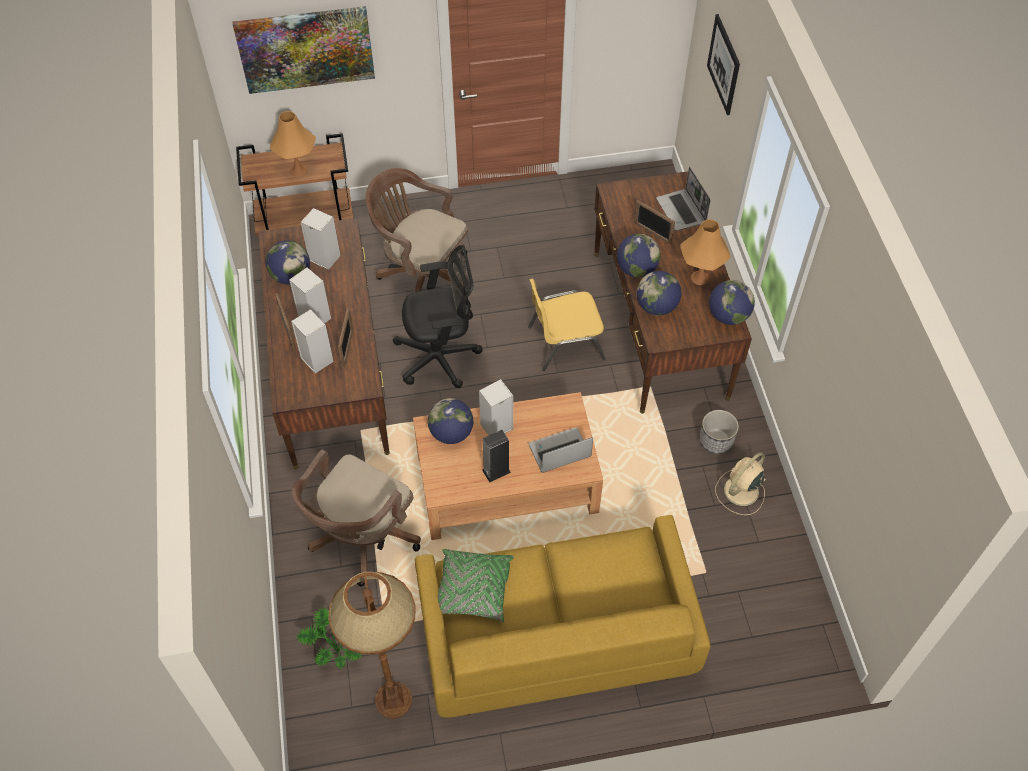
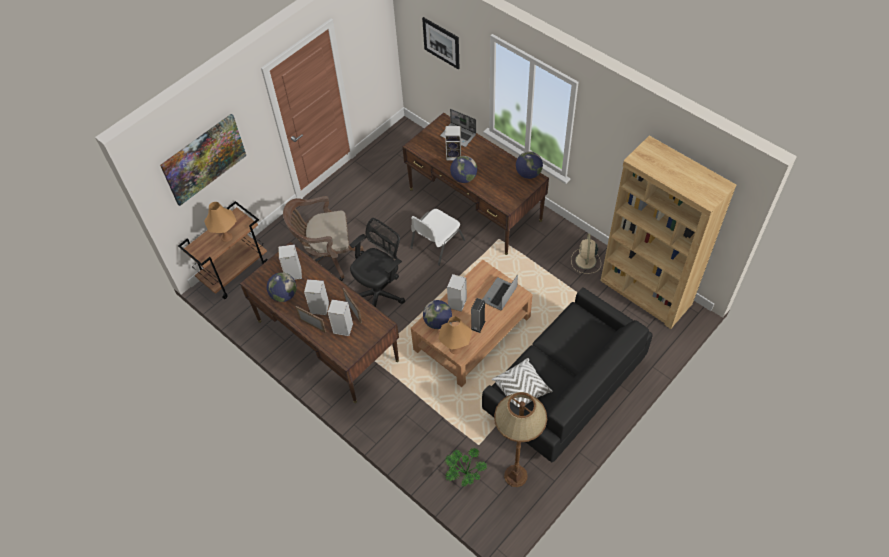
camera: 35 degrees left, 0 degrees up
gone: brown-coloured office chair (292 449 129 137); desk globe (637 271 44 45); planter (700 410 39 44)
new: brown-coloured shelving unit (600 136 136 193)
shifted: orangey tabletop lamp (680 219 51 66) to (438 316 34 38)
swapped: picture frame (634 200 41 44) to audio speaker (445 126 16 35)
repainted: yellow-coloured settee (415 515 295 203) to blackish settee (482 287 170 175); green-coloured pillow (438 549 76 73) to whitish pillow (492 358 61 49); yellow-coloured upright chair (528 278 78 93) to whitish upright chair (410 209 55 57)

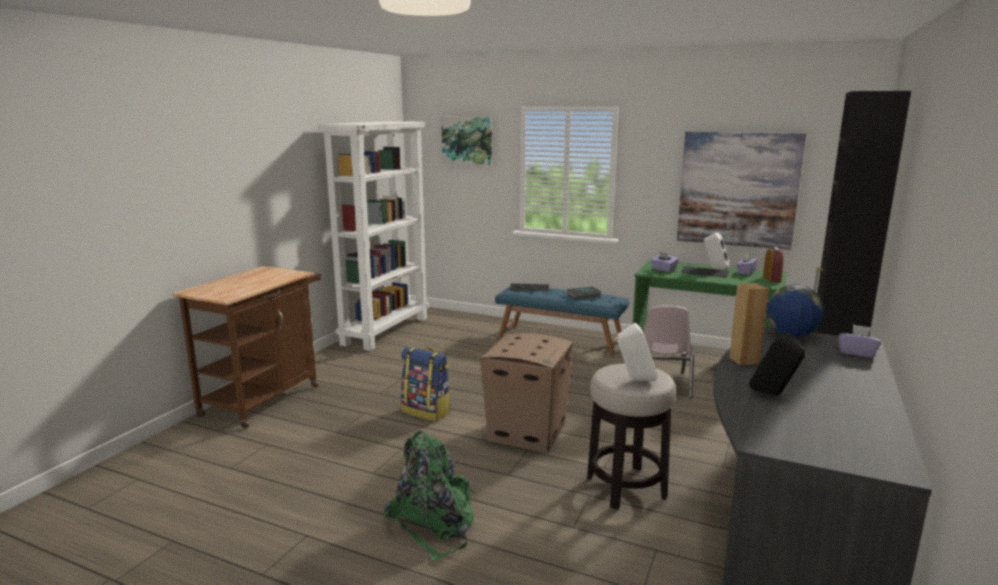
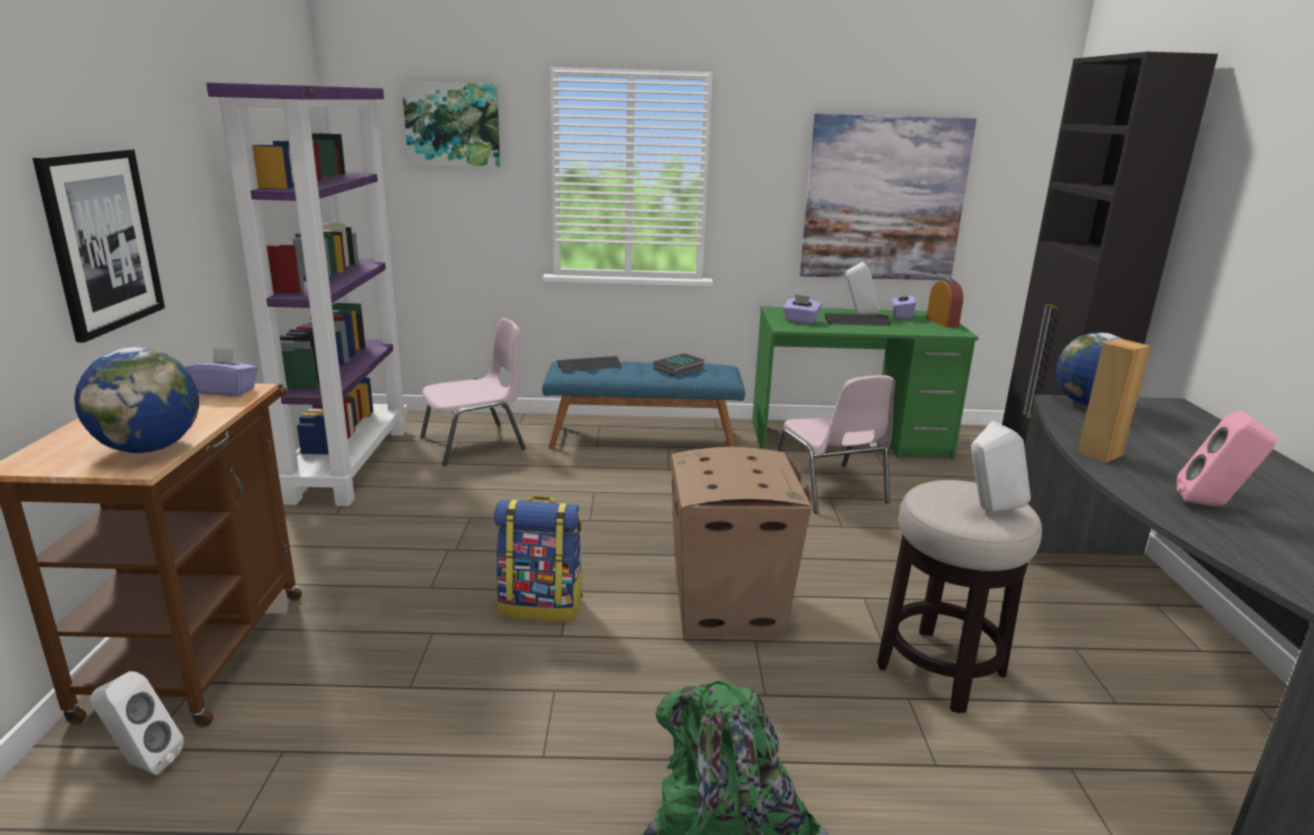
camera: 25 degrees left, 5 degrees up
new: picture (33 149 132 193); desk globe (74 347 125 106); whitish audio speaker (90 671 94 104); pink upright chair (421 318 105 148)
shifted: purple tissue box (839 324 41 34) to (186 347 72 49)
repainted: whitish shelving unit (318 121 111 230) to purple shelving unit (206 82 202 424); blackish audio speaker (749 332 57 64) to pink audio speaker (1177 411 100 96)

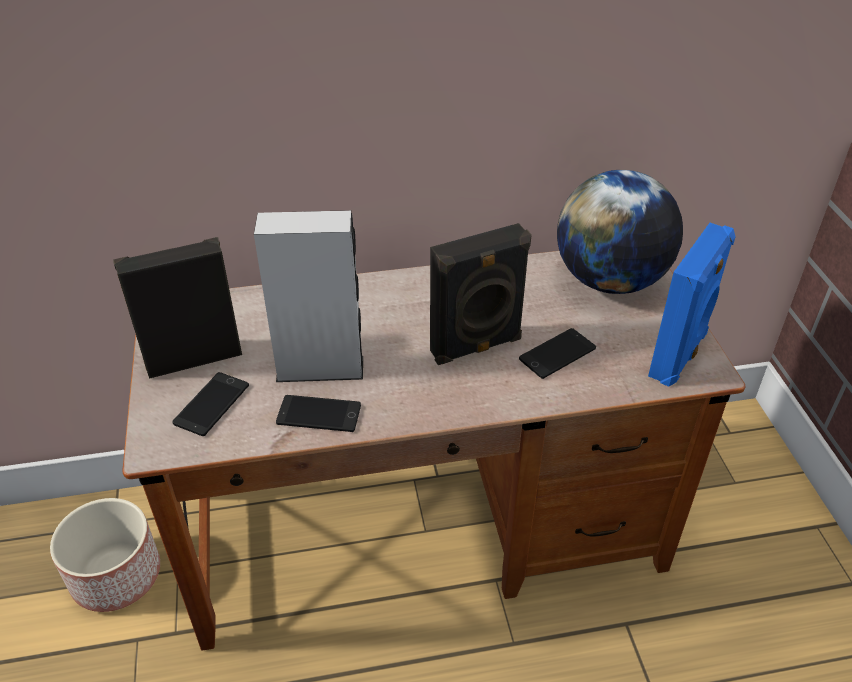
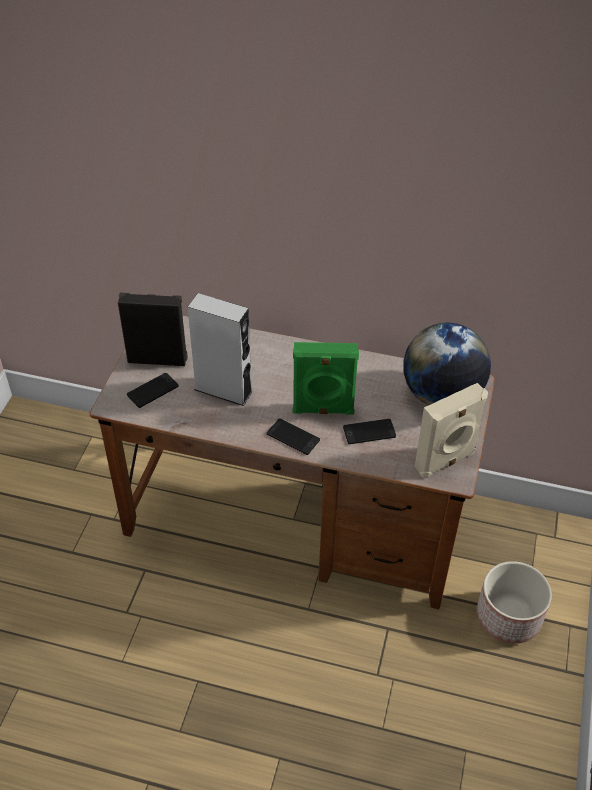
camera: 25 degrees right, 5 degrees up
shifted: planter (50 498 110 114) to (477 561 75 83); phone (276 395 85 37) to (266 418 54 37)
repainted: blackish audio speaker (430 223 102 142) to green-coloured audio speaker (292 342 67 73); bluish audio speaker (648 223 88 164) to beige-coloured audio speaker (415 383 73 95)

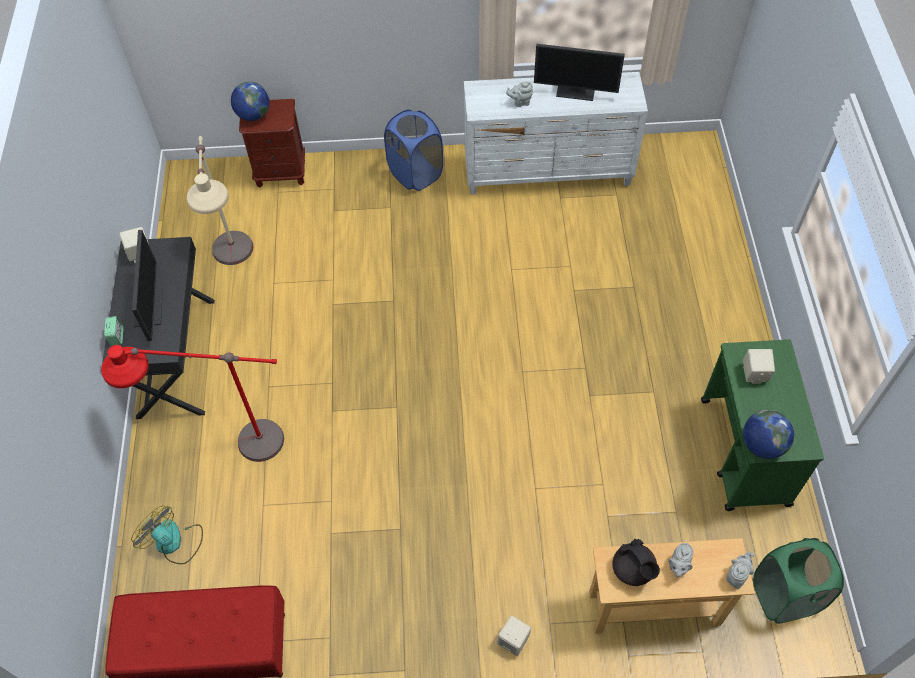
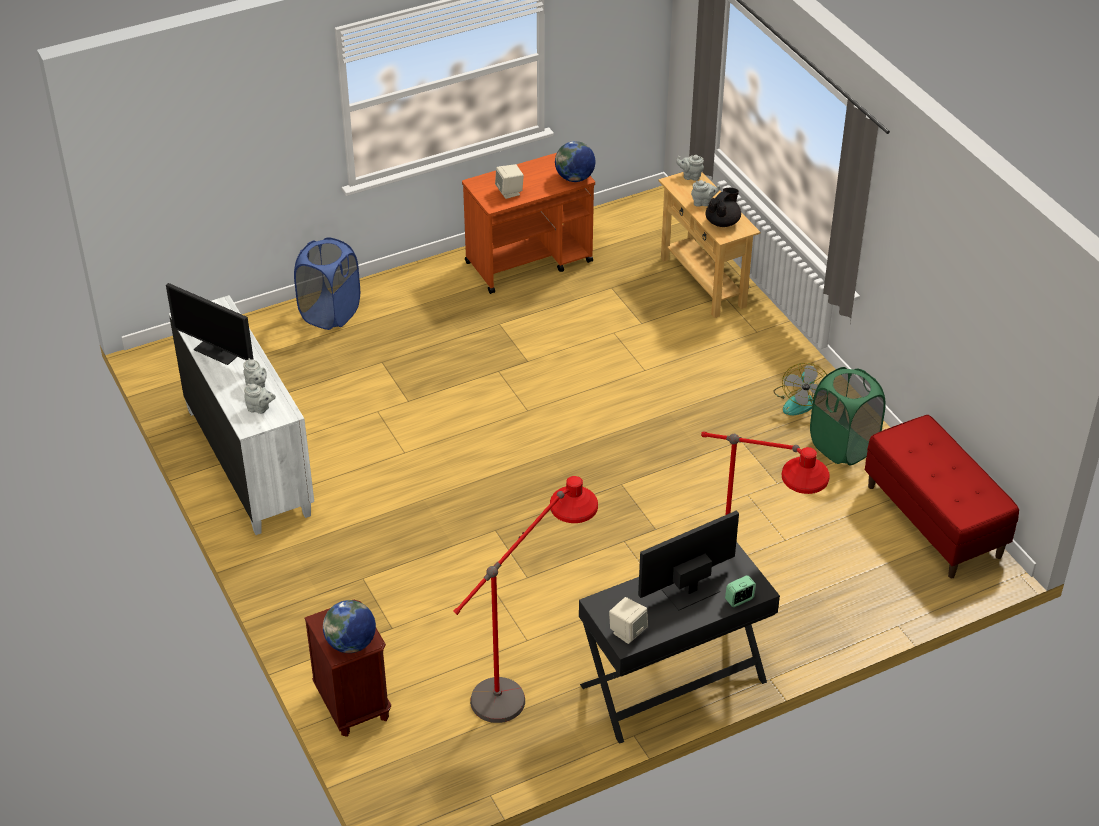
camera: 115 degrees left, 15 degrees down
gone: beige-coloured audio speaker (497 616 34 40)
new: greyish tea pot (244 384 32 30)
shifted: electric fan (131 505 72 59) to (773 363 54 52); bluish hamper (384 110 59 81) to (294 238 66 92); green-coloured hamper (753 538 91 86) to (810 367 76 99)
repainted: beige-coloured floor lamp (187 136 66 129) to red floor lamp (453 476 145 247); green-coloured wheeled cart (701 339 123 172) to orangey wheeled cart (462 153 133 141)
rotated: computer display (534 44 91 57) = (166 283 88 82) 135 degrees clockwise

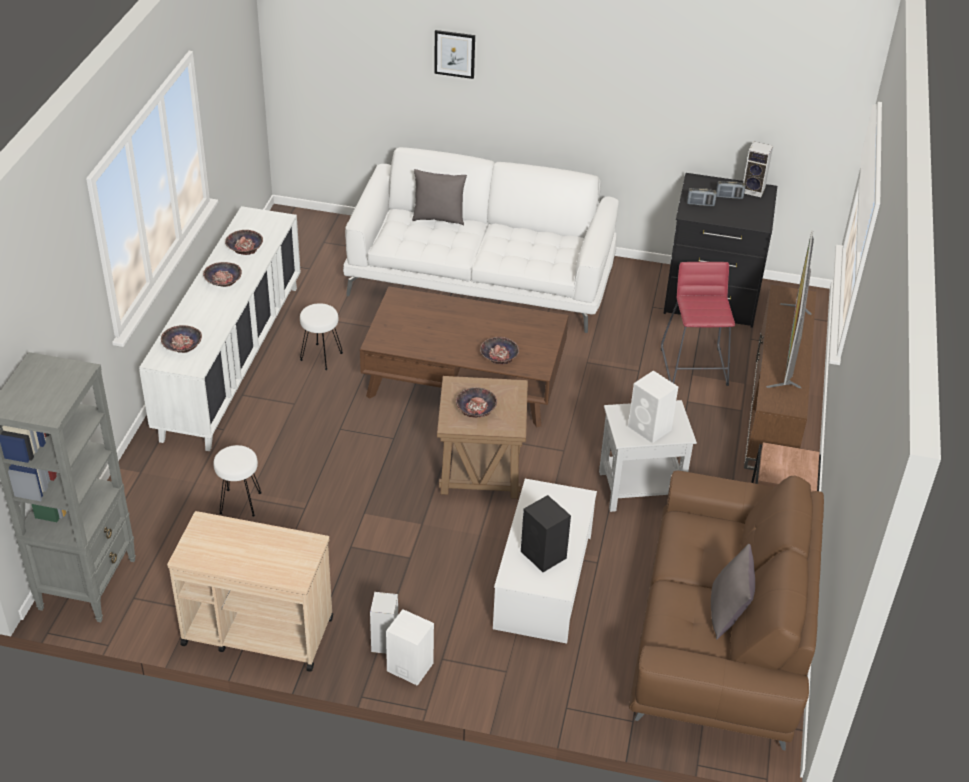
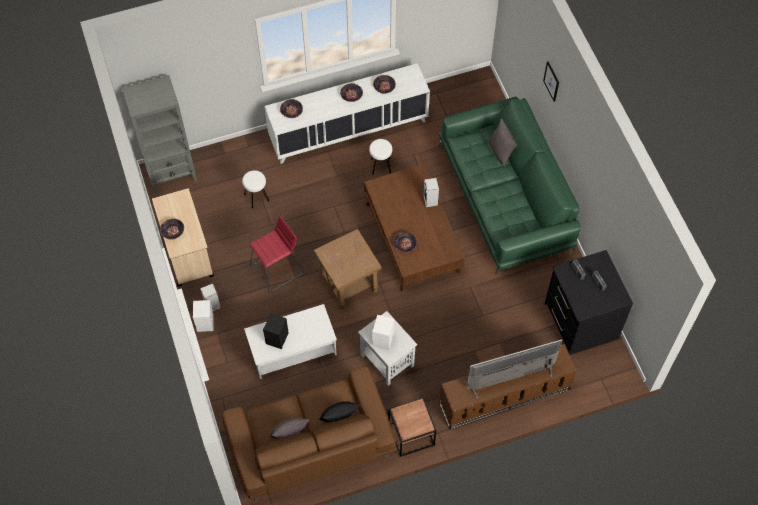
camera: 60 degrees right, 20 degrees up
new: blackish pillow (319 401 41 21)
shifted: serving bowl (456 387 41 31) to (160 218 24 21); red stool seat (661 262 74 124) to (249 216 55 76); audio speaker (743 141 30 56) to (423 178 16 29)
repainted: whitish settee (343 147 276 186) to green-coloured settee (438 97 143 178)

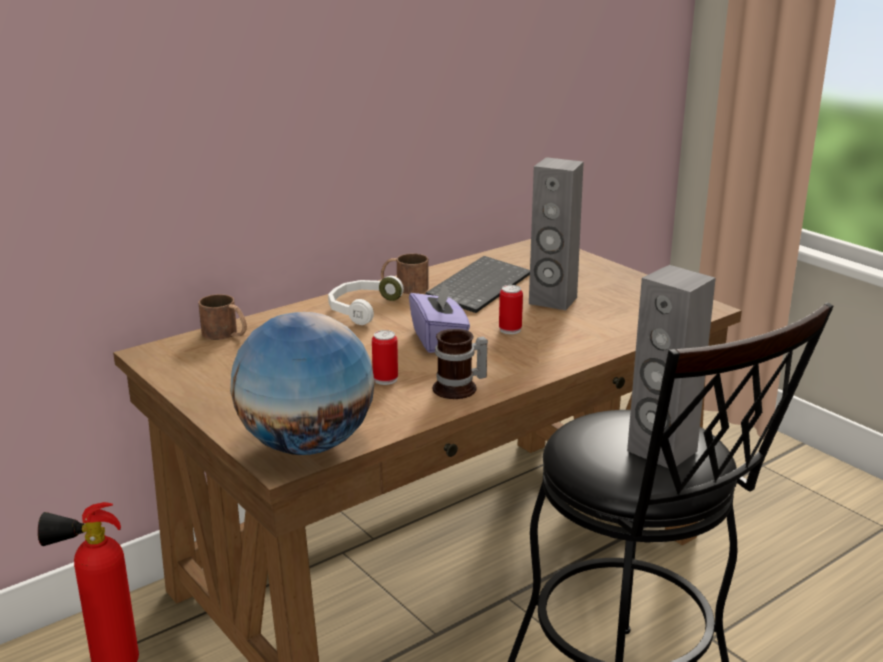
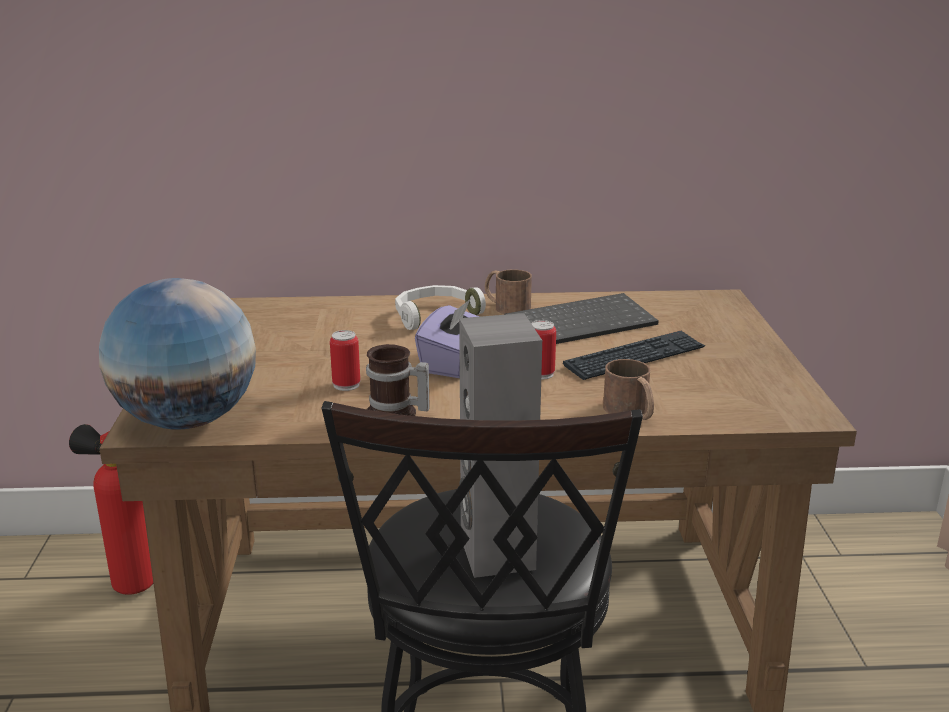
camera: 35 degrees right, 0 degrees up
shifted: brown-coloured coffee mug (198 294 49 46) to (603 359 51 61)
swapped: greyish audio speaker (529 157 55 153) to PC keyboard (563 331 142 49)

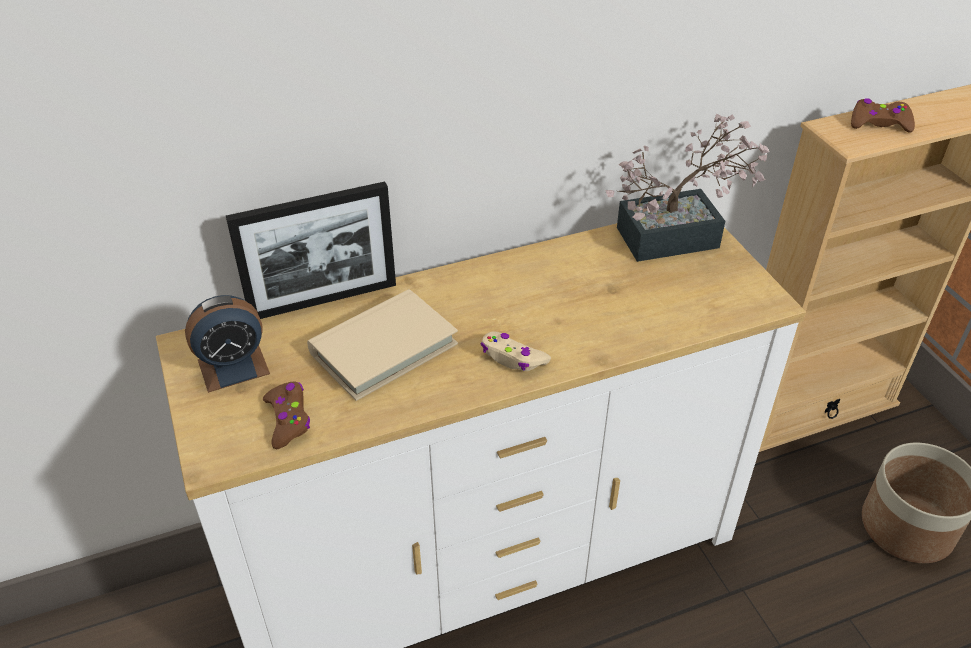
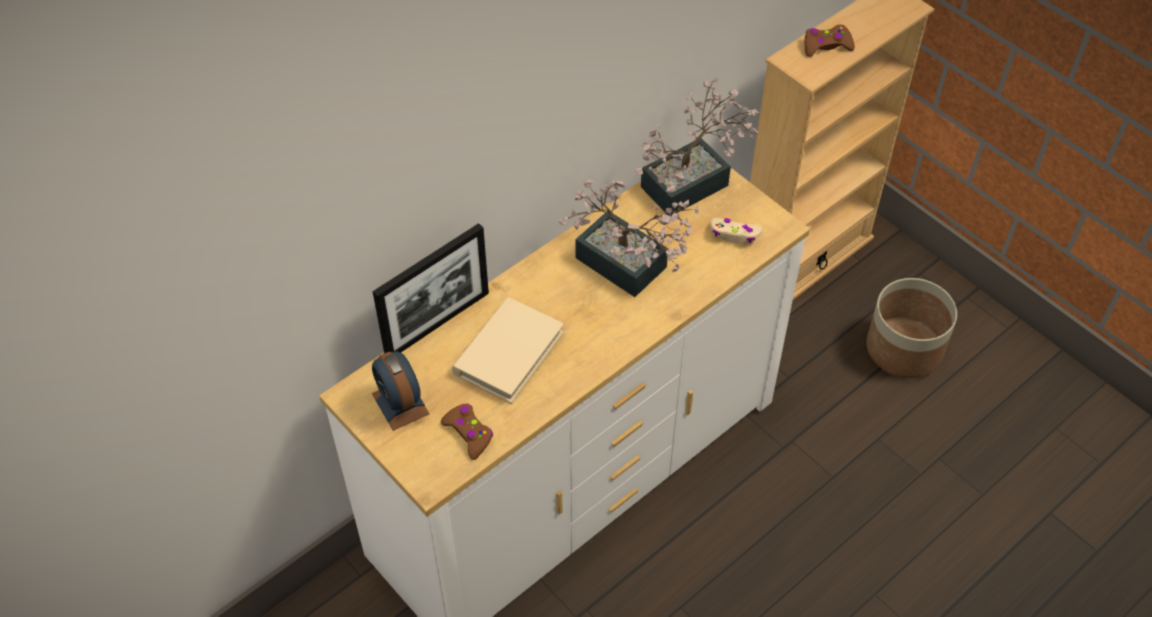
camera: 20 degrees left, 10 degrees up
new: plant in a pot (559 179 140 118)
shifted: beige-coloured game controller (481 332 70 39) to (710 218 53 26)
rotated: alarm clock (185 295 85 98) = (372 351 57 80) 105 degrees clockwise

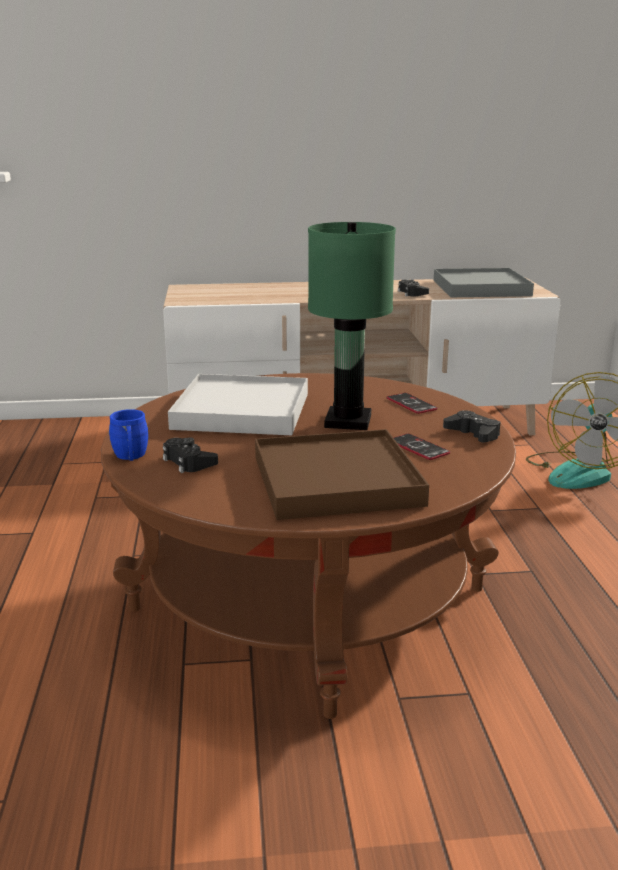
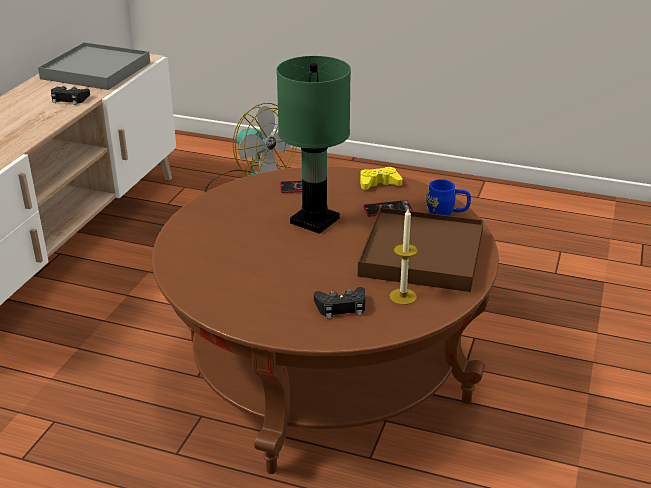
camera: 65 degrees left, 10 degrees up
gone: whitish carrying tray (168 374 140 61)
new: wax candle (390 209 28 96)
shifted: bluish coffee mug (109 409 39 52) to (426 179 45 37)
repainted: blackish game controller (443 410 57 32) to yellow-coloured game controller (360 167 43 23)

